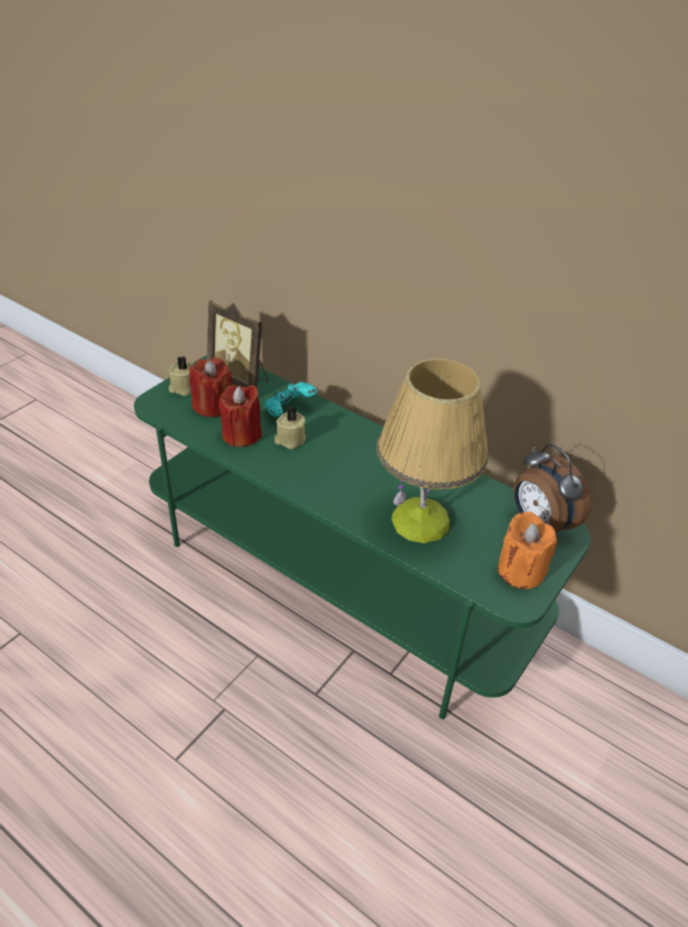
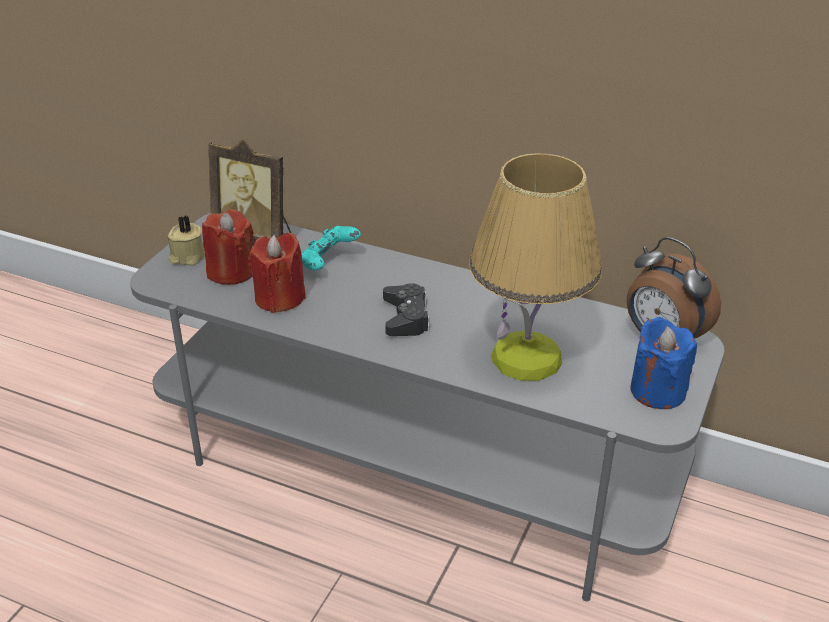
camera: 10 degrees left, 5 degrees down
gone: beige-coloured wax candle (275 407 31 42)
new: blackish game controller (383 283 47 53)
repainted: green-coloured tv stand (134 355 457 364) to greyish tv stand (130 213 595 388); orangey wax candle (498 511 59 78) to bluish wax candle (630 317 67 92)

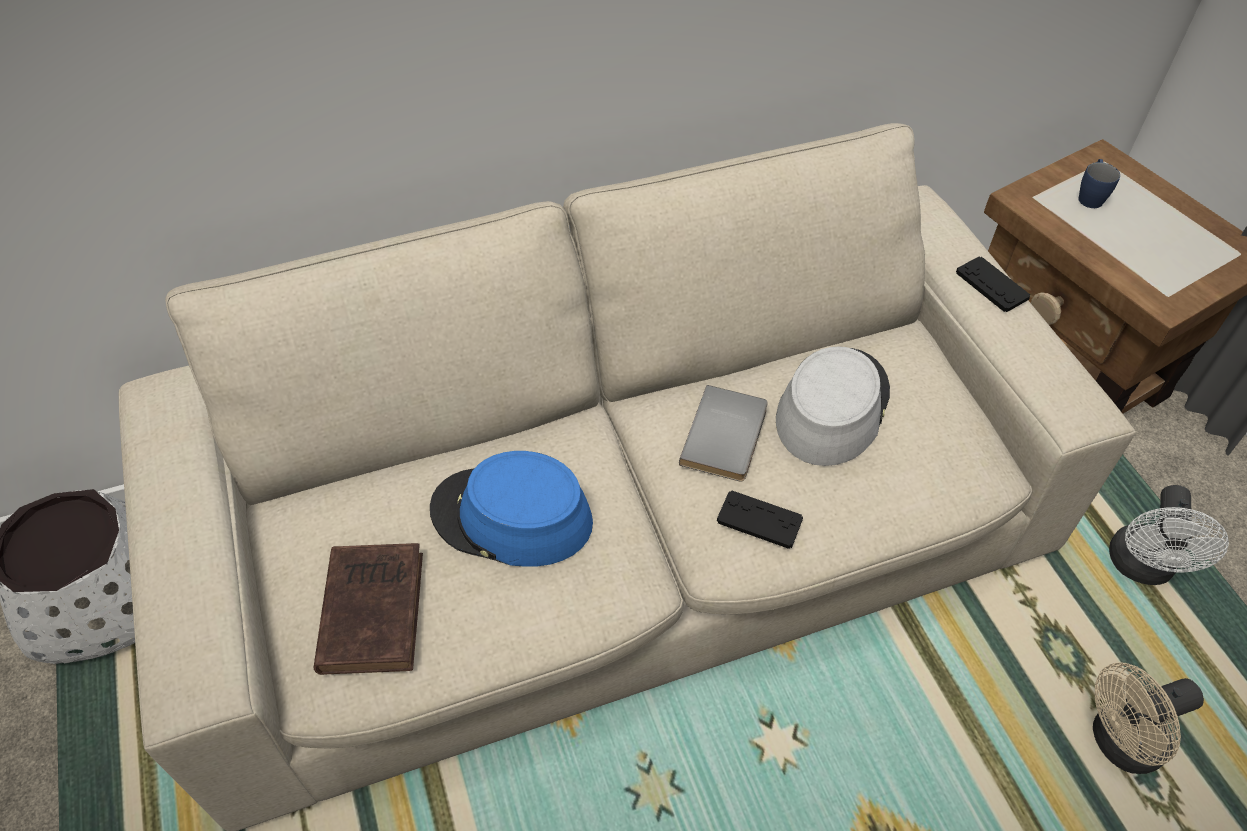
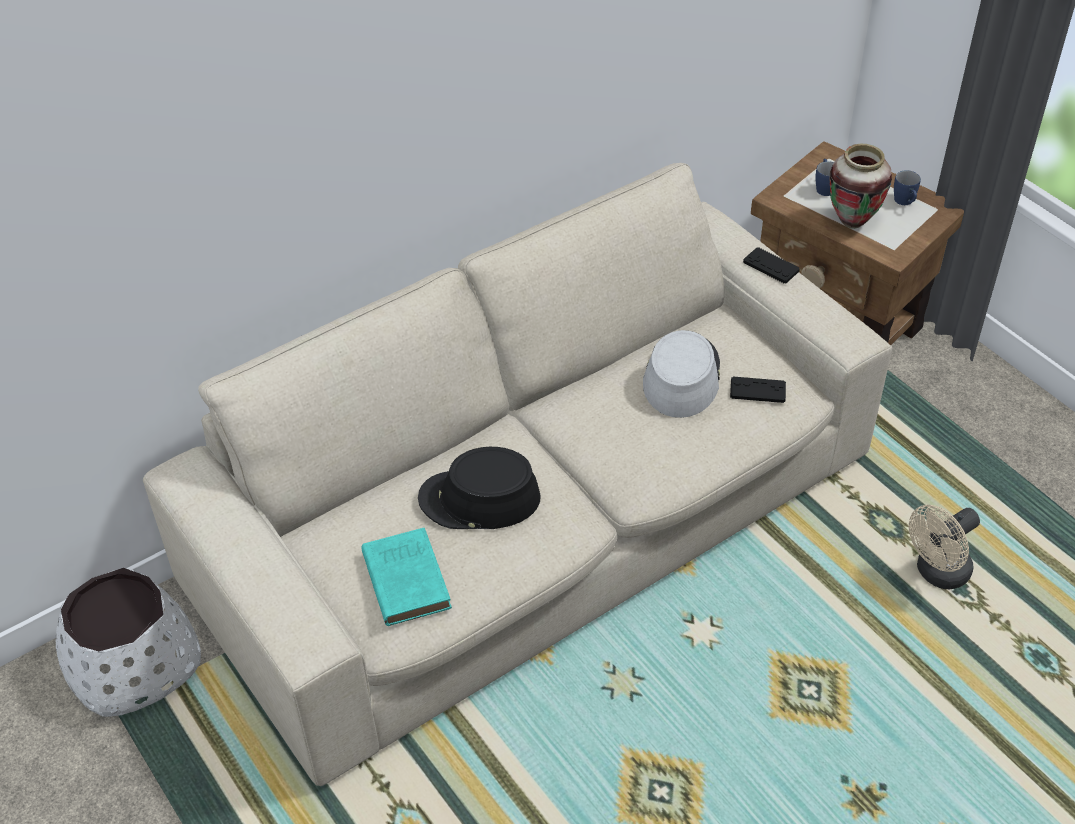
camera: 15 degrees left, 5 degrees down
gone: greyish book (679 385 89 97); whitish electric fan (1109 485 120 100)
new: vase (830 144 62 85); bluish coffee mug (894 170 27 35)
shifted: blackish game controller (717 490 86 59) to (730 377 56 26)
repainted: brown-coloured book (314 543 109 132) to turquoise-coloured book (361 528 91 98); bluish hat (430 451 163 115) to blackish hat (418 447 123 82)

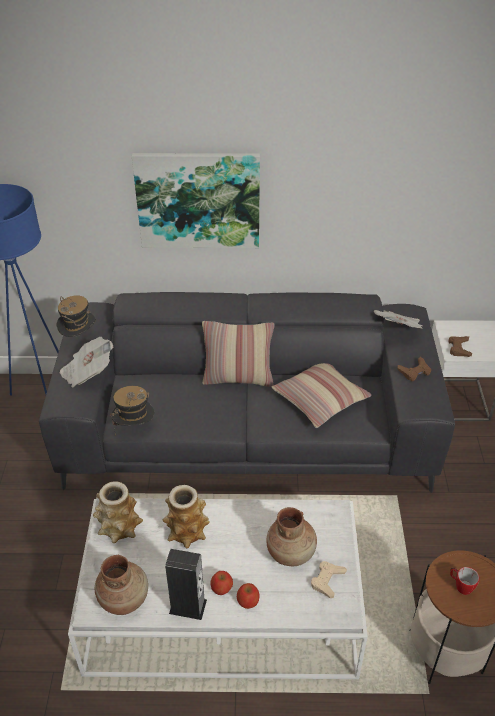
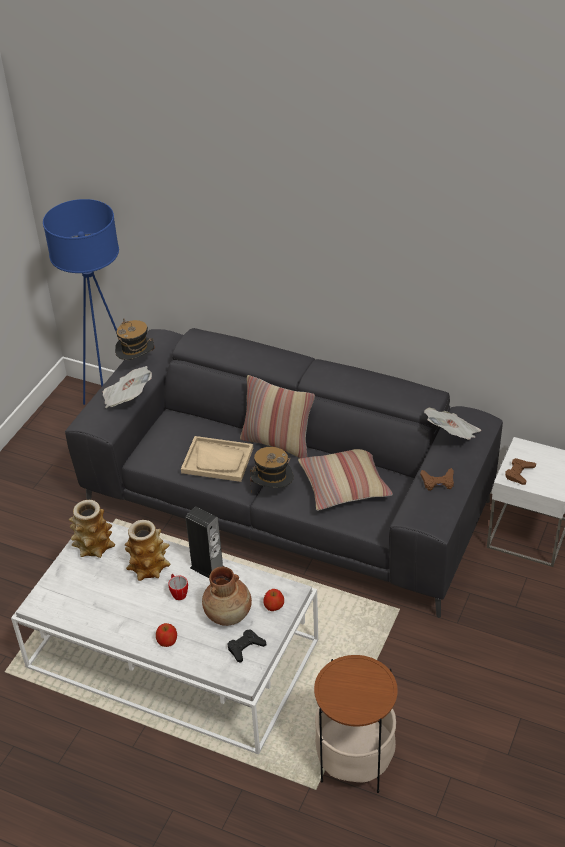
camera: 25 degrees right, 0 degrees up
gone: brown-coloured vase (95 555 53 60); picture (132 153 128 95)
new: beige-coloured carrying tray (181 436 72 46)
shifted: hat (110 386 44 49) to (250 447 44 46); audio speaker (165 549 42 71) to (186 506 38 72); apple (210 571 23 24) to (263 589 21 22); coffee mug (450 567 30 28) to (168 574 20 26)
repainted: beige-coloured game controller (311 561 36 37) to blackish game controller (228 629 38 34)

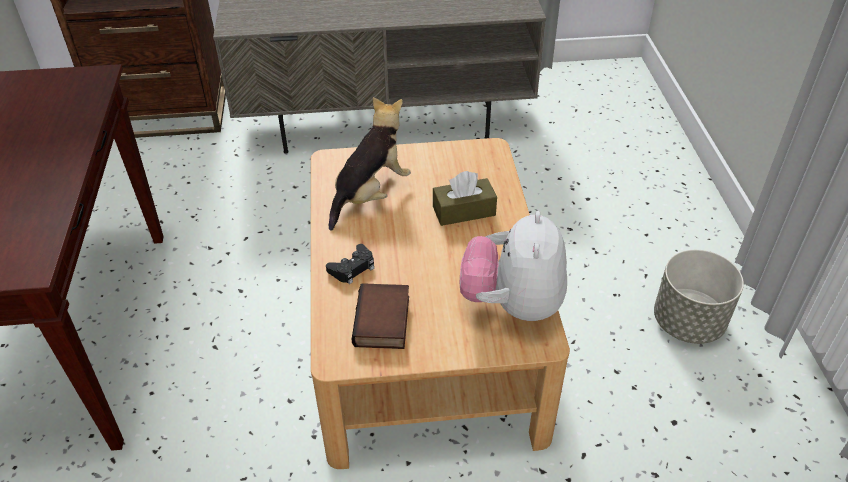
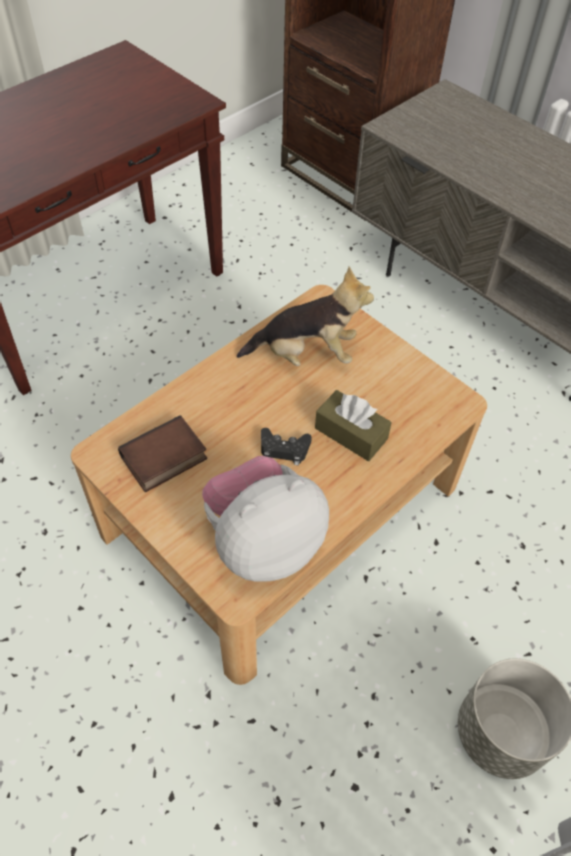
camera: 50 degrees right, 10 degrees up
shifted: blackish game controller (326 244 48 40) to (261 428 51 37)

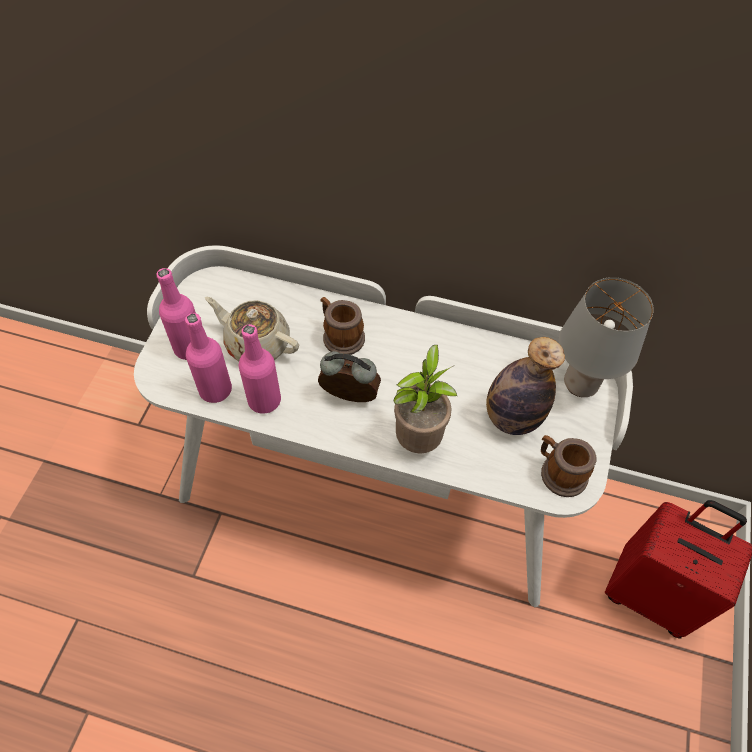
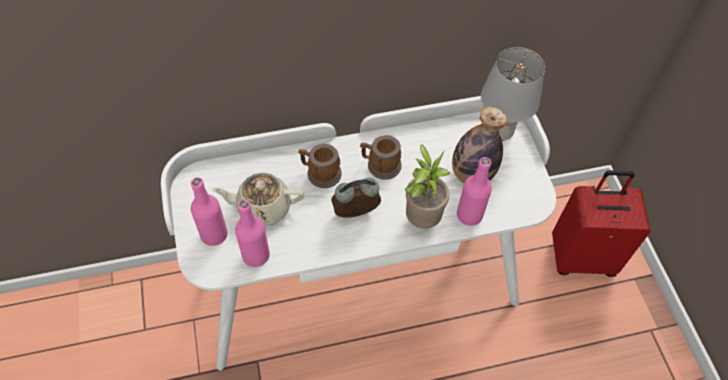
camera: 30 degrees left, 0 degrees up
shifted: pink bottle (239 324 42 90) to (457 157 35 69); coffee mug (541 435 56 62) to (360 135 42 45)

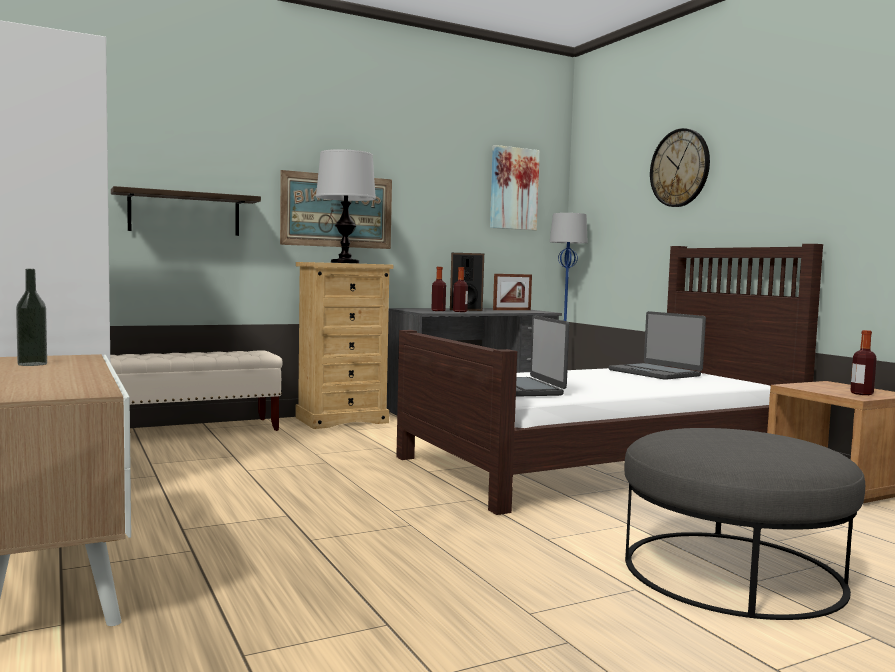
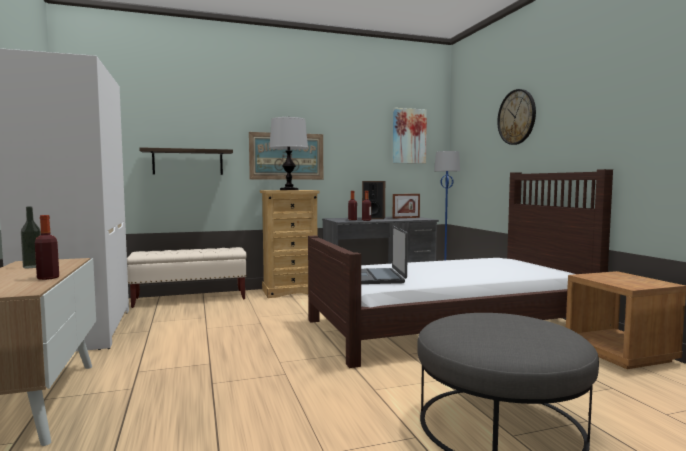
camera: 10 degrees right, 0 degrees up
gone: notebook computer (609 311 97 69)
shifted: bottle (850 330 27 65) to (35 215 24 65)

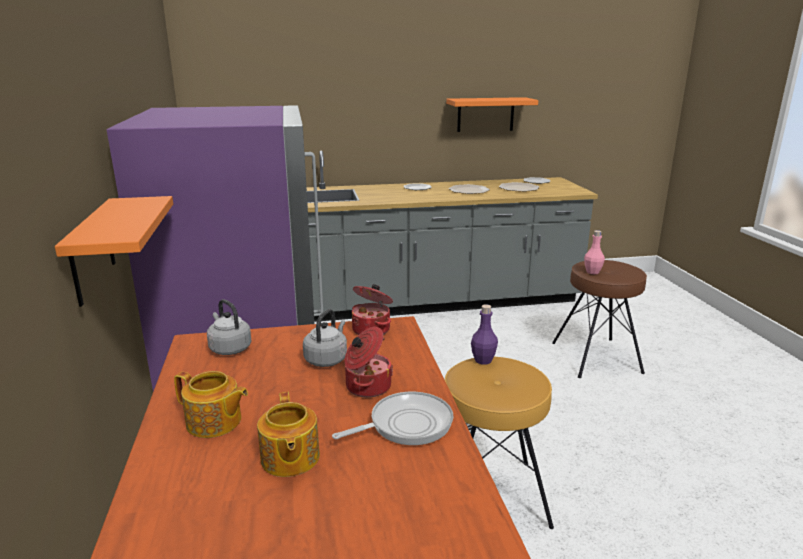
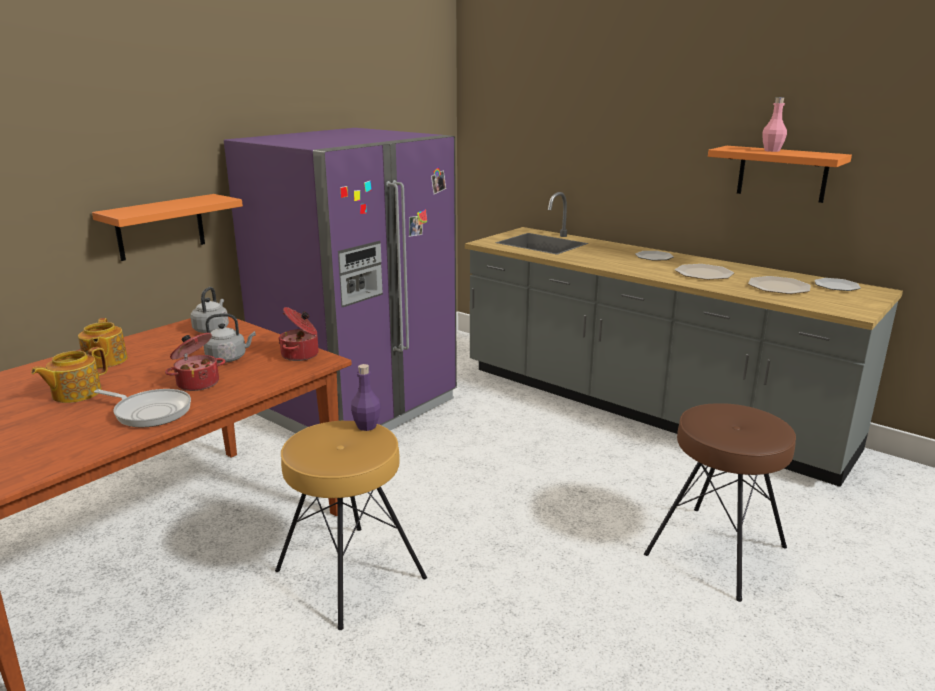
camera: 50 degrees right, 0 degrees up
shifted: pink bottle (584 230 21 44) to (762 97 25 55)

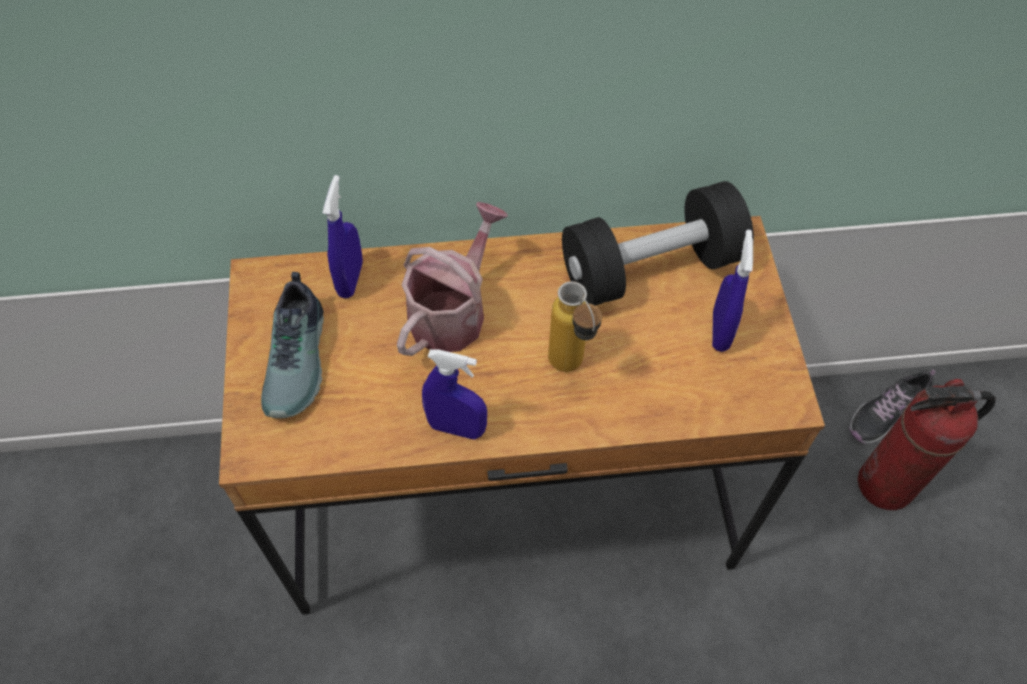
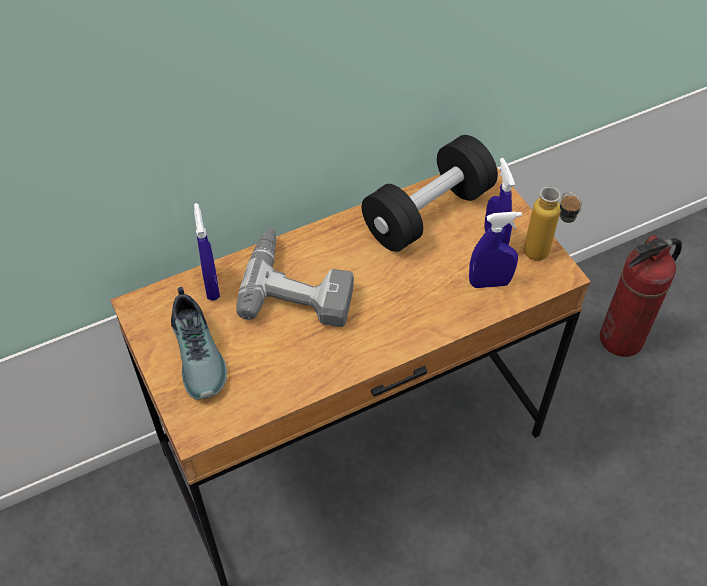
camera: 20 degrees left, 5 degrees down
gone: shoe (849 370 87 74)
shifted: bluish sprayer (422 349 65 90) to (469 211 53 77); bottle (548 281 54 91) to (524 186 58 75)
swapped: watering pot (397 202 111 154) to electric drill (236 228 118 99)

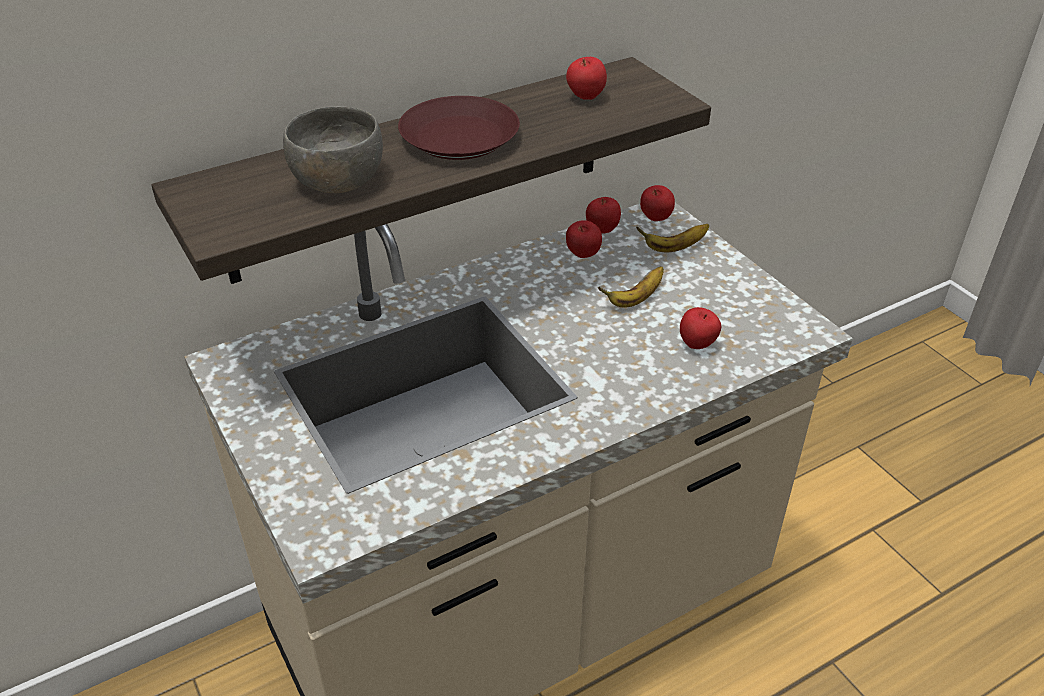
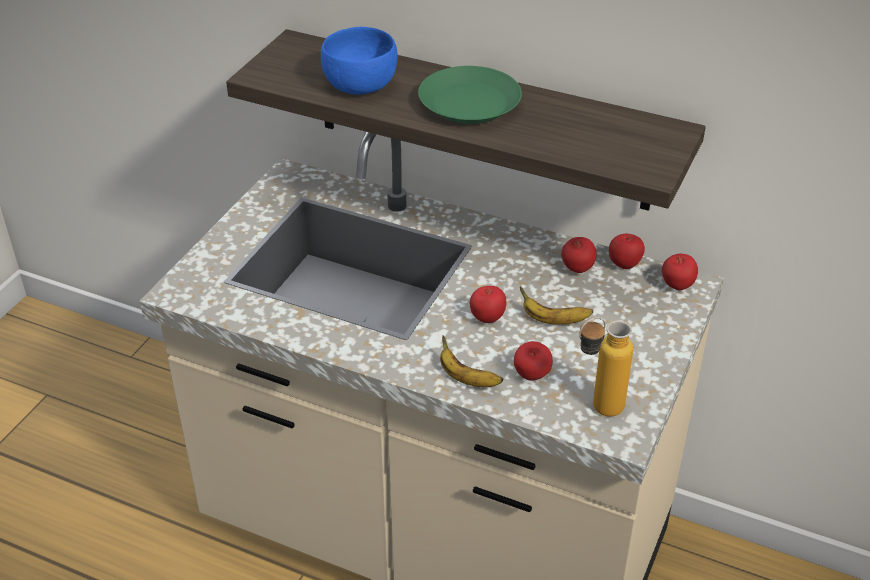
camera: 55 degrees right, 0 degrees up
new: bottle (579 317 54 100)
shifted: apple (566 57 41 43) to (470 286 36 37); whole banana (636 224 73 28) to (440 335 64 52)
repainted: greyish serving bowl (283 106 100 87) to bluish serving bowl (321 27 77 68); brown-coloured dinner plate (398 96 122 64) to green-coloured dinner plate (418 66 104 58)

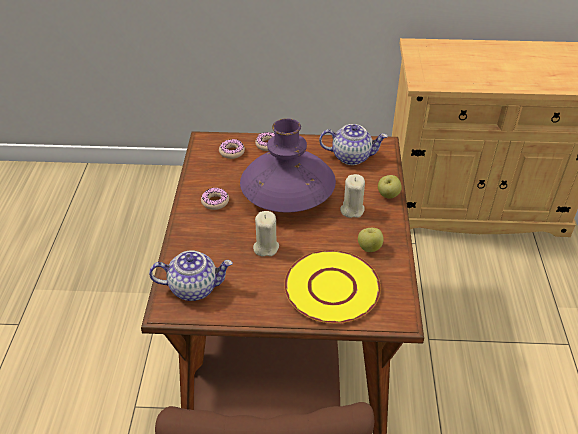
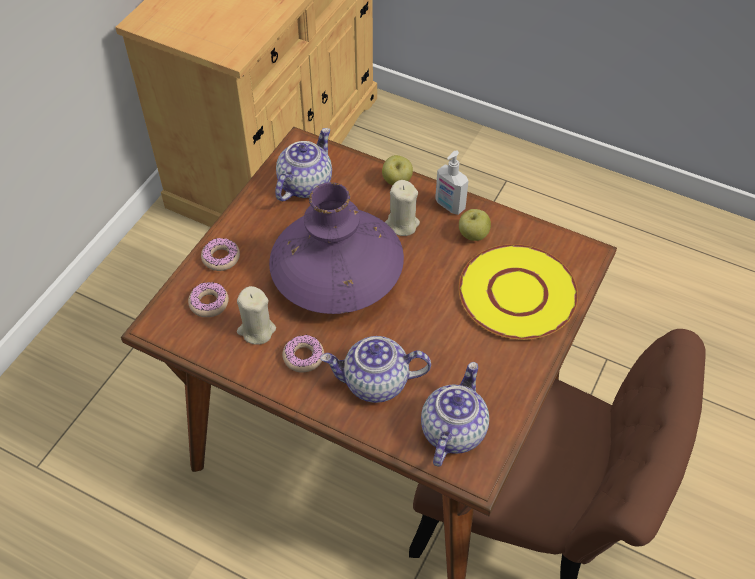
camera: 65 degrees left, 10 degrees up
new: tea pot (320 336 111 67); liquid soap bottle (435 151 33 64)
shifted: beige-coloured wax candle (253 211 26 45) to (237 286 39 59)

